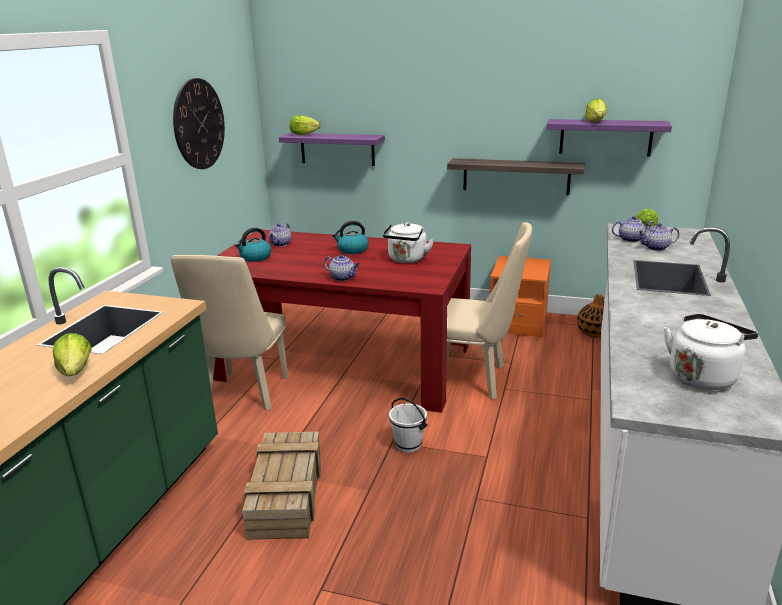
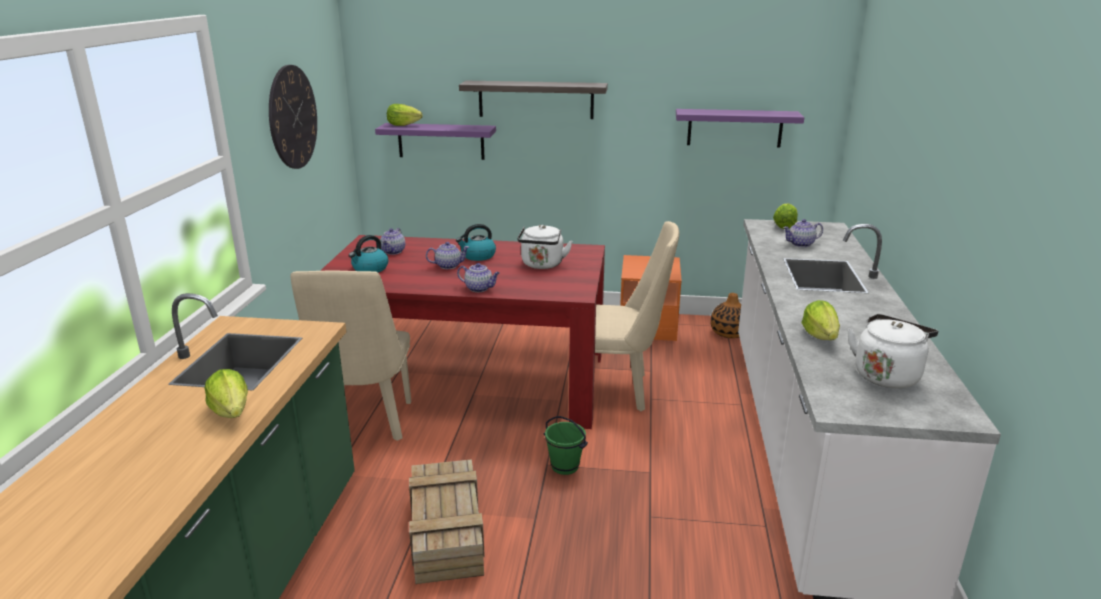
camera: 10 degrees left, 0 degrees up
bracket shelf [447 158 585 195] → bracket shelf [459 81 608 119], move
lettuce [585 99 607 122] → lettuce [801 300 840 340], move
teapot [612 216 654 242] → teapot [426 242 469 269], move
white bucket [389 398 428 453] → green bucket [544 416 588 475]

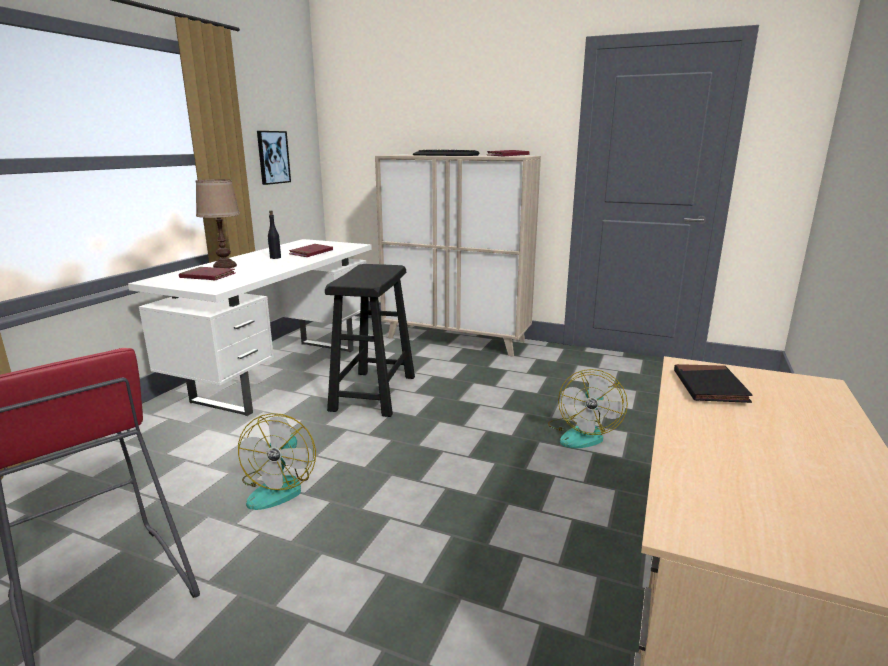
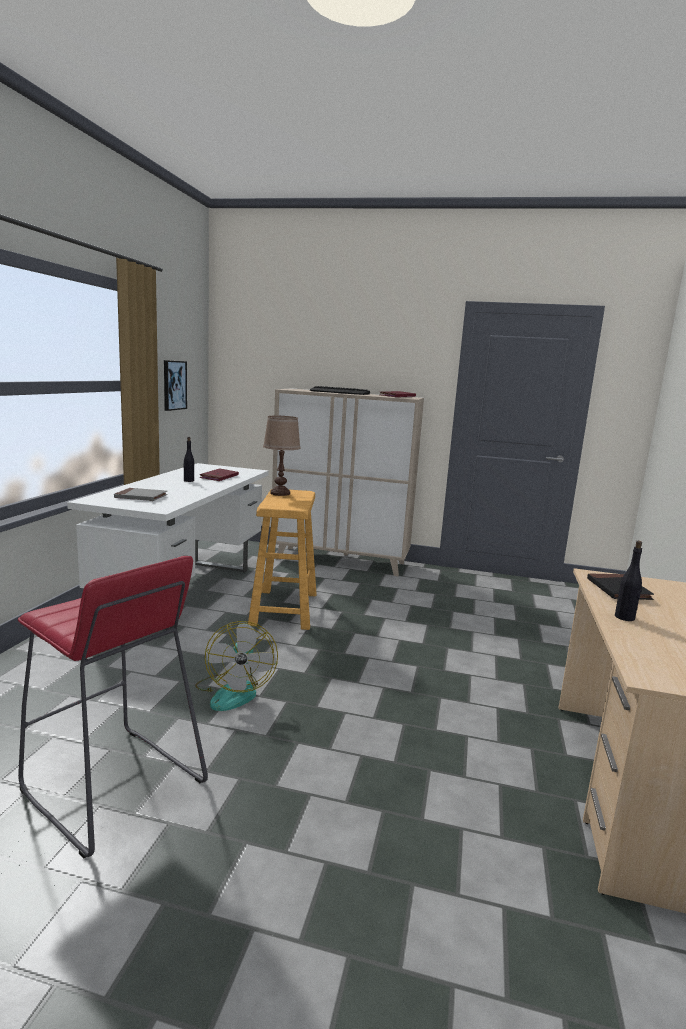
camera: 10 degrees left, 5 degrees down
electric fan [548 369 628 448] → -
- → black drink bottle [615 541 642 621]
brownish tabletop lamp [196 179 240 268] → brownish tabletop lamp [263 416 301 496], move
red-coloured book [179 267 236 281] → gray book [114 488 168 501]
black stool seat [325 264 415 417] → beige stool seat [248 489 317 630]

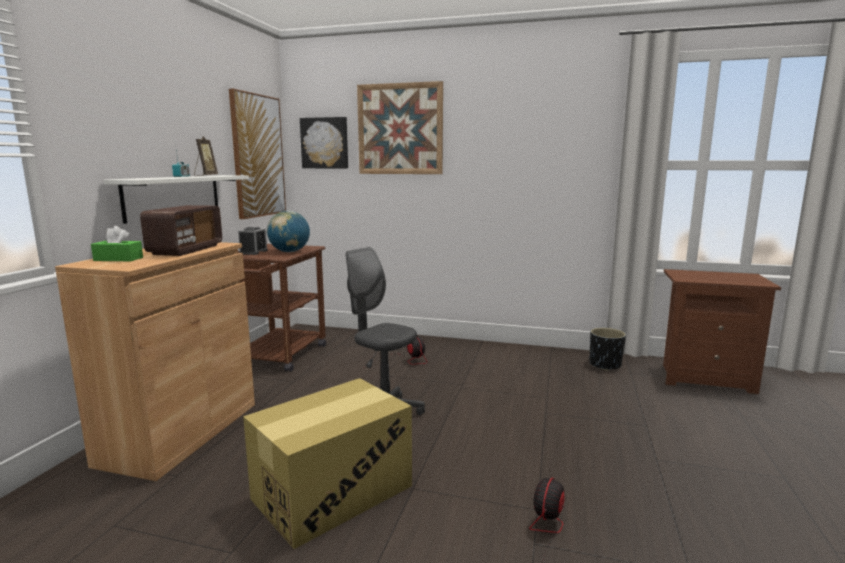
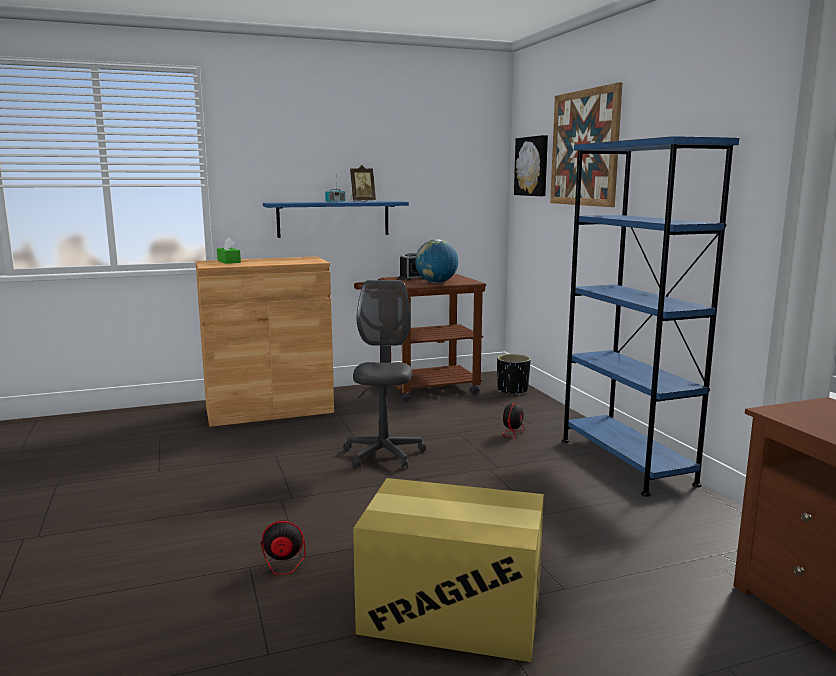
camera: 55 degrees right, 0 degrees up
radio [140 205 222 256] → -
wall picture [229 89 286 219] → -
- → bluish bookcase [562 136 739 497]
carton [243 378 412 549] → carton [353 478 544 662], move
black planter [590 328 626 371] → black planter [497 354 531 395], move
white bracket shelf [103 175 249 224] → bluish bracket shelf [263 201 409 238]

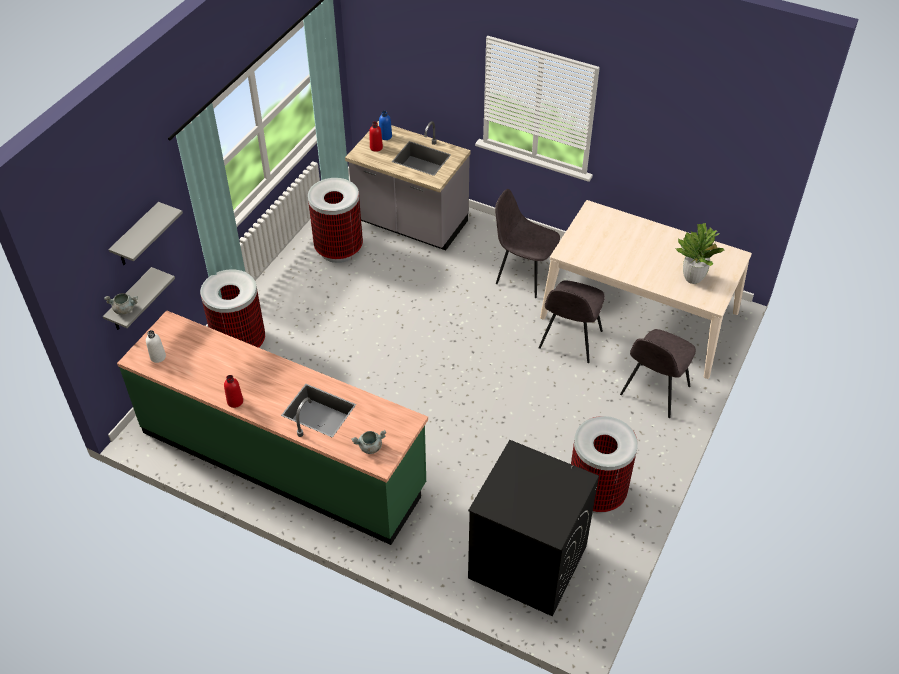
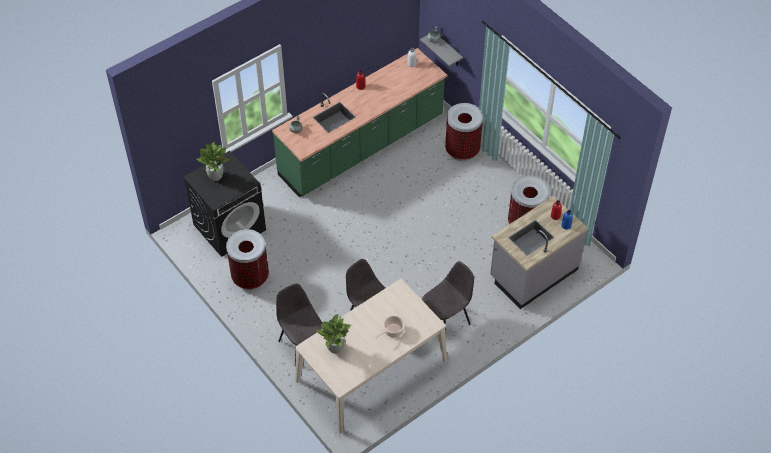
camera: 115 degrees right, 5 degrees up
gray bracket shelf [109 202 183 265] → -
- → potted plant [197 142 229 181]
- → stockpot [375 315 405 338]

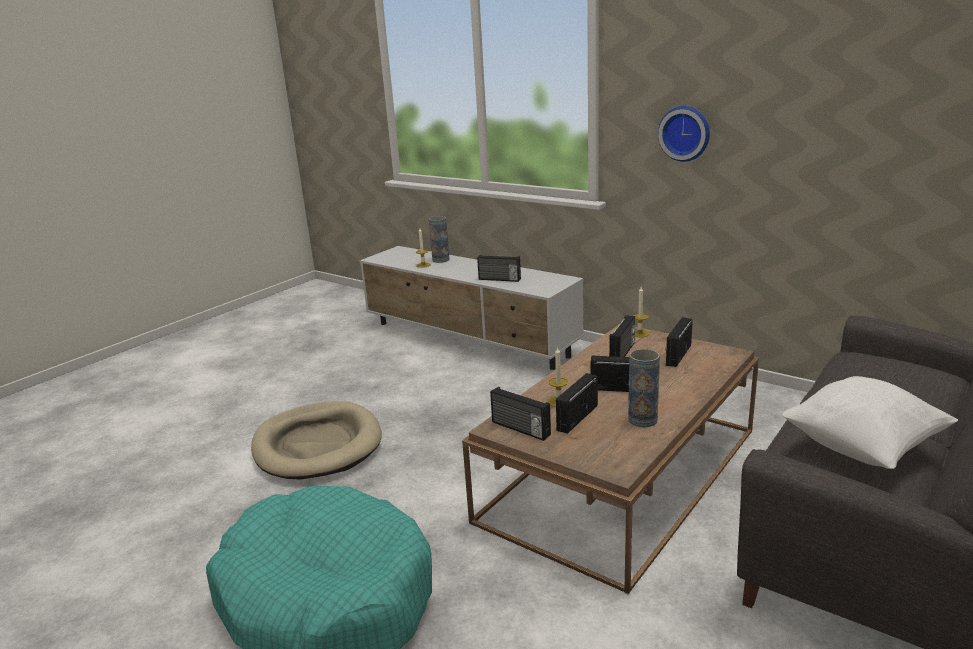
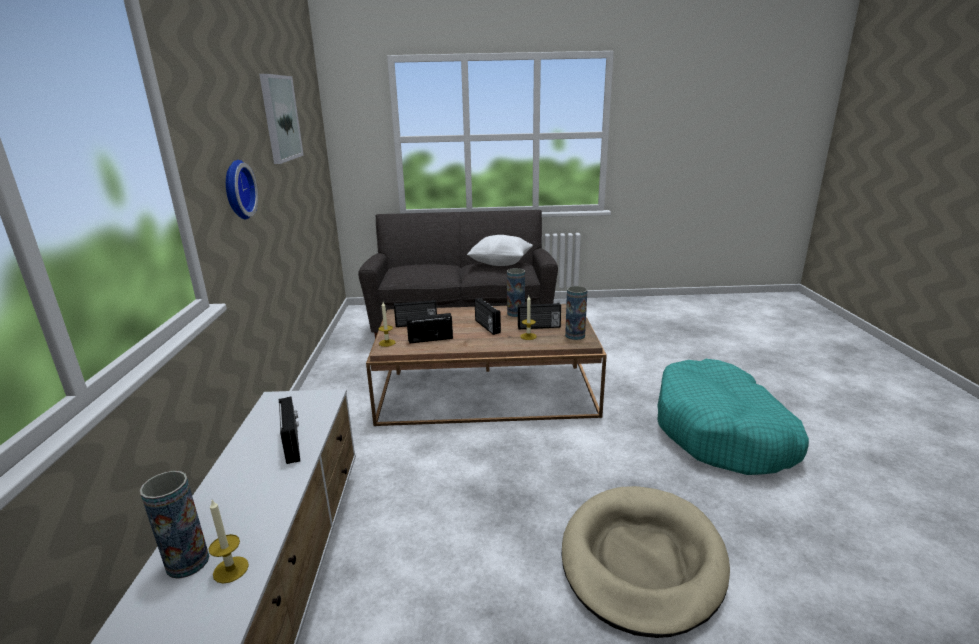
camera: 130 degrees left, 0 degrees up
- → wall picture [259 74 304 164]
radio [490 387 551 441] → vase [565 286 588 340]

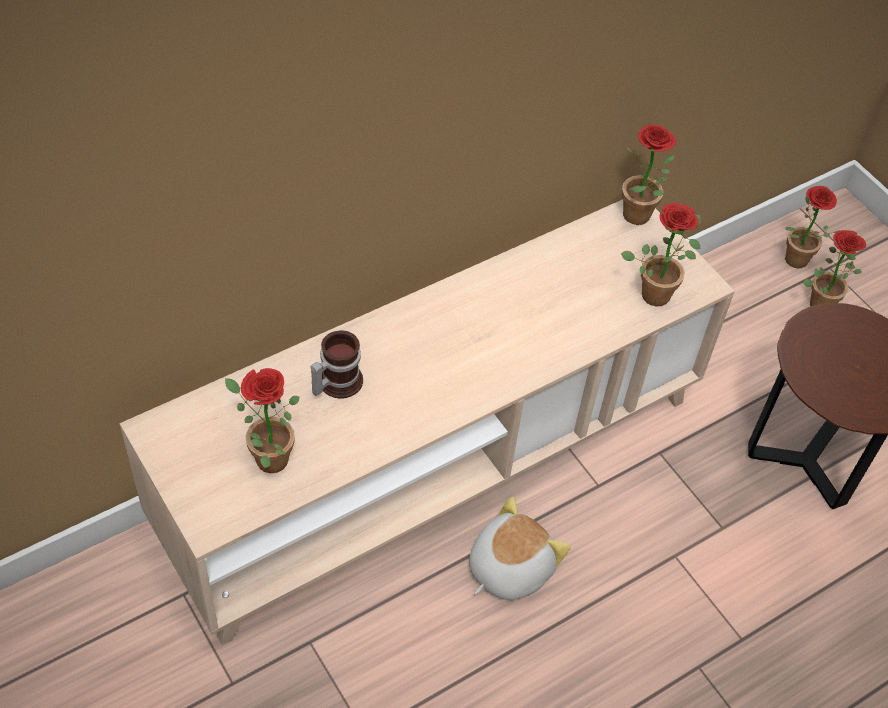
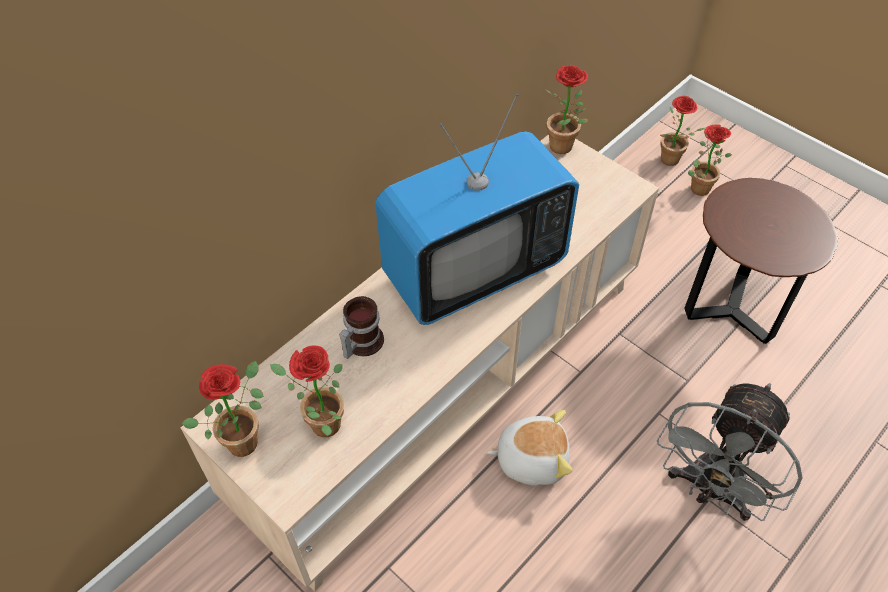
camera: 10 degrees left, 0 degrees up
- → TV set [375 94 579 325]
- → gray electric fan [657 383 803 521]
potted plant [621 203 701 307] → potted plant [181 361 264 457], move
soft toy [469 497 571 600] → soft toy [487 410 573 486], 60 degrees clockwise

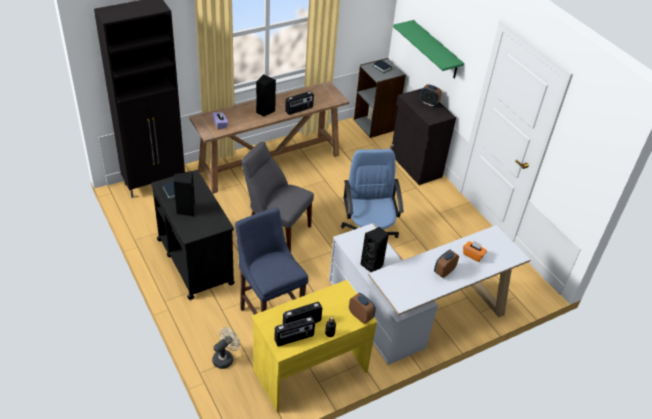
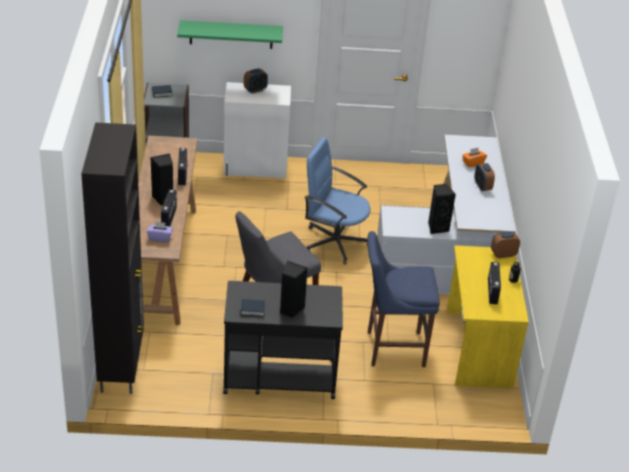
camera: 60 degrees left, 5 degrees down
beige electric fan [212 327 240 369] → -
radio [274 316 315 346] → radio [161 189 177 227], move
black cupboard [390 89 456 185] → white cupboard [224 82 291 178]

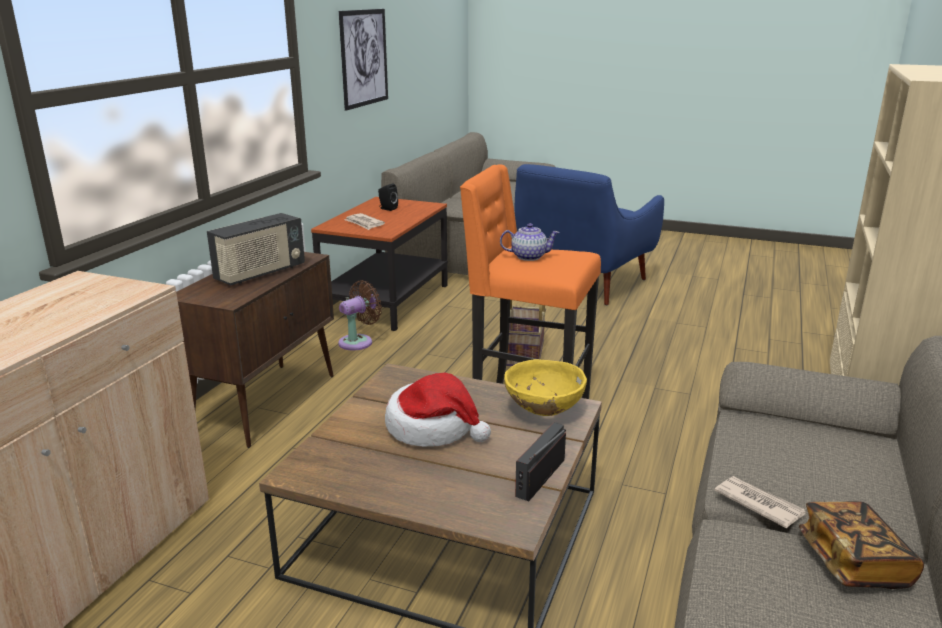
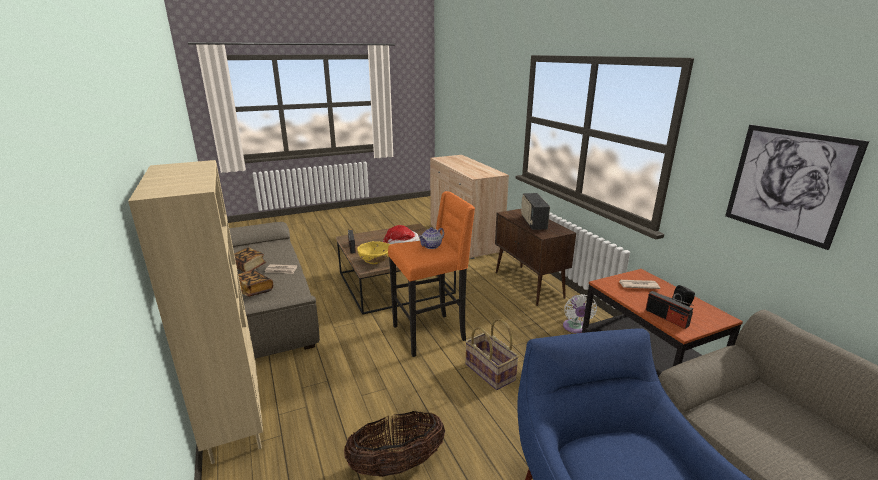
camera: 135 degrees right, 0 degrees up
- → book [238 270 273 297]
- → storage basket [344 411 445 477]
- → radio [646 291 694 329]
brownish electric fan [338 280 382 350] → white electric fan [563 294 597 333]

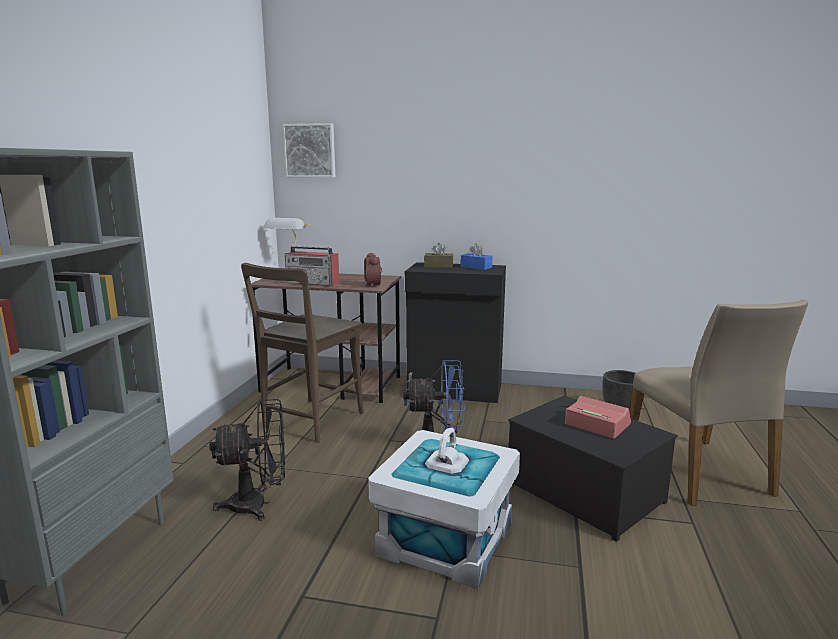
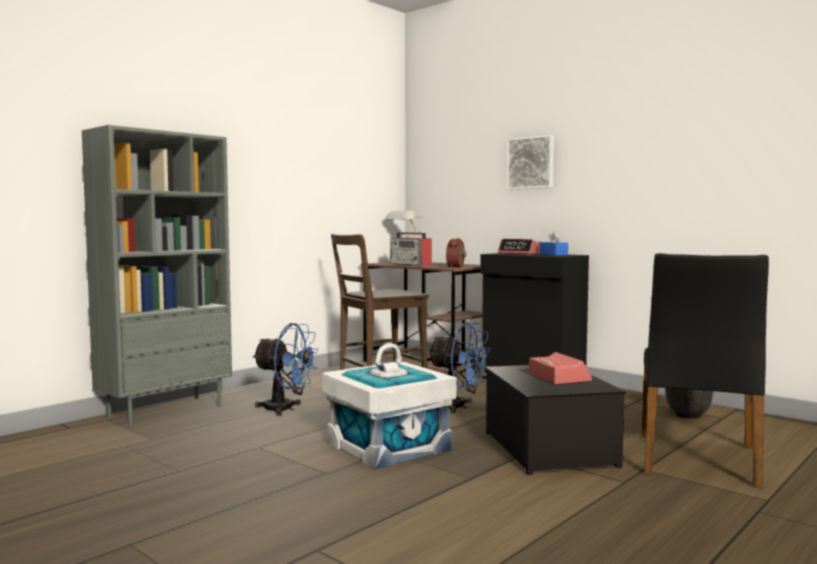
camera: 30 degrees right, 10 degrees down
wall picture [282 123 335 178] → wall picture [506 135 554 190], move
brownish tissue holder [424 243 453 268] → alarm clock [498 239 539 255]
black electric fan [209 399 285 521] → bluish electric fan [252 323 319 416]
beige upright chair [630 300 808 506] → black upright chair [642 253 769 488]

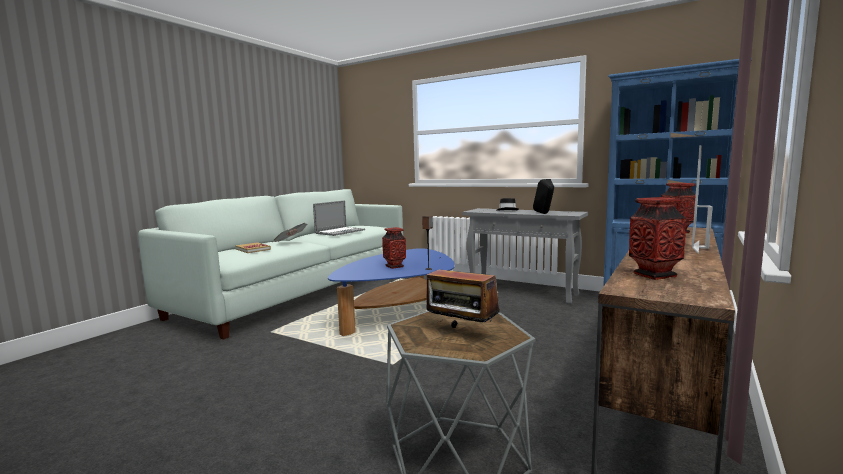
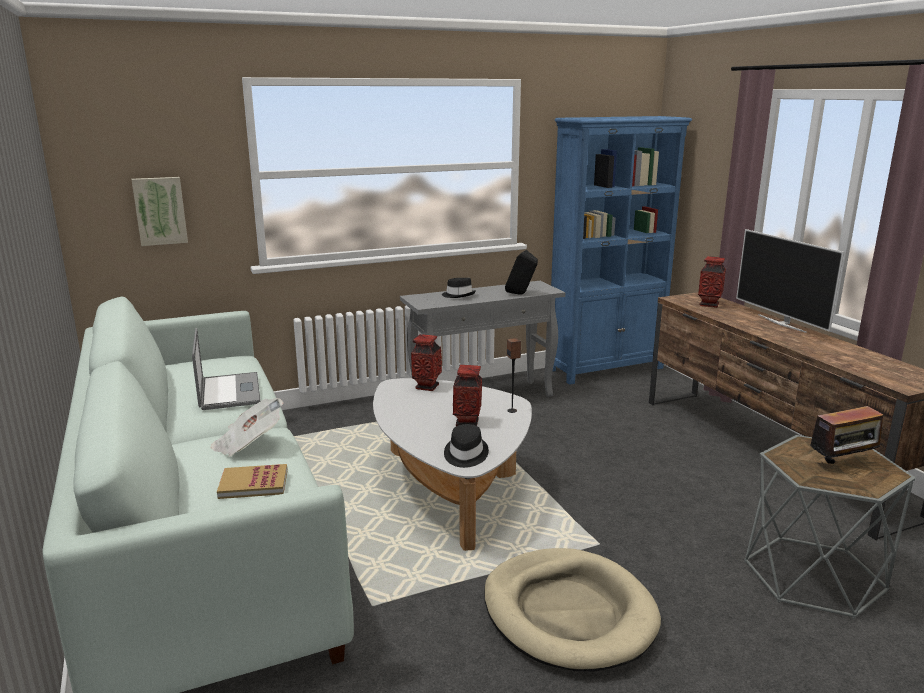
camera: 55 degrees left, 10 degrees up
- → wall picture [132 177 188 246]
- → black wearable hat [444 424 489 468]
- → beige dog bed [484 548 661 671]
vase [629 197 687 280] → vase [411 334 442 391], move
bluish lounge table [328 248 455 336] → white lounge table [373 378 532 551]

